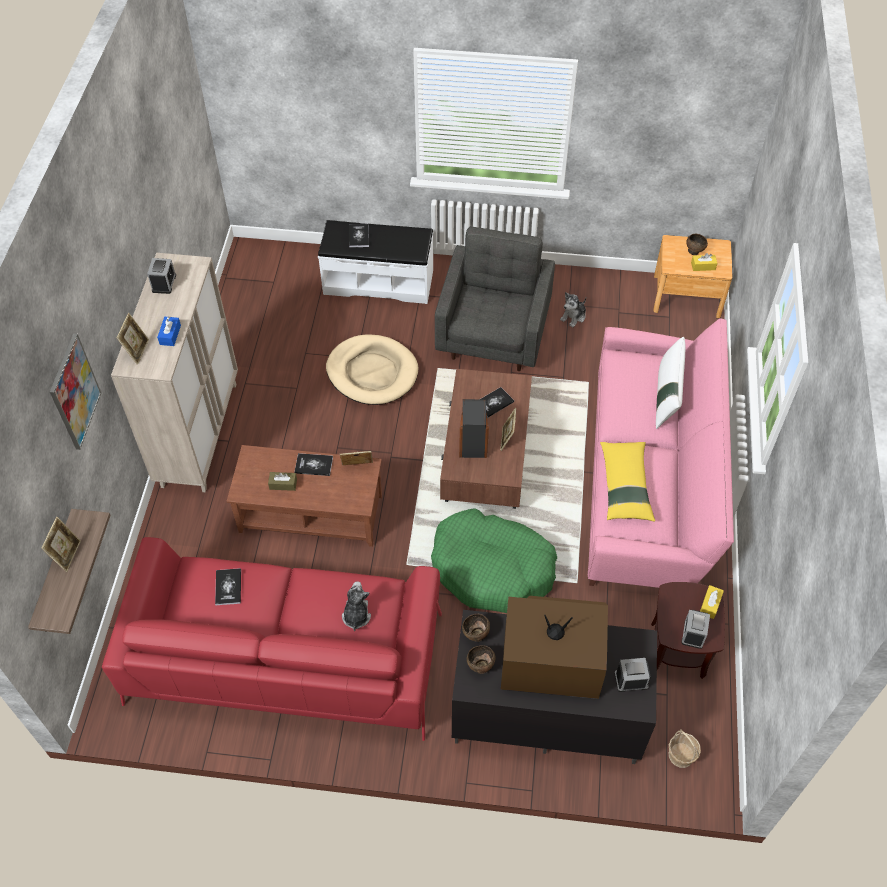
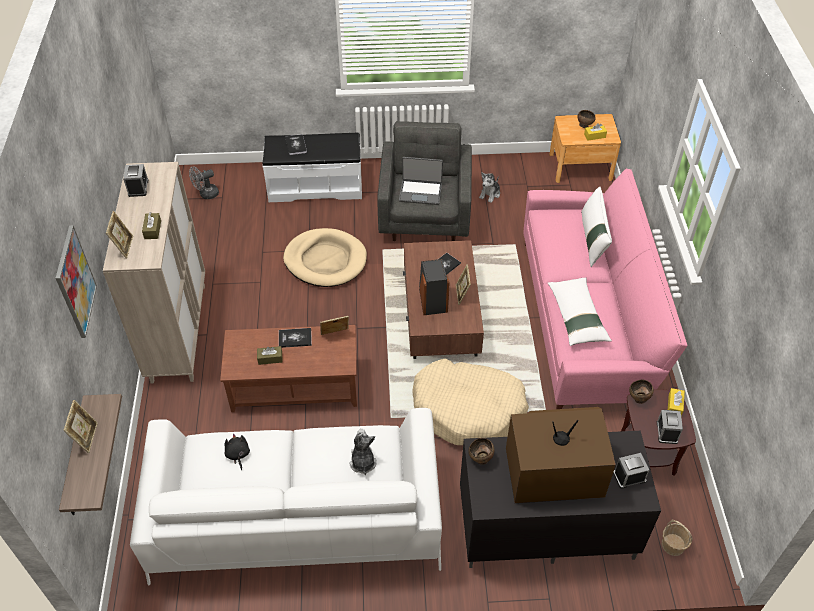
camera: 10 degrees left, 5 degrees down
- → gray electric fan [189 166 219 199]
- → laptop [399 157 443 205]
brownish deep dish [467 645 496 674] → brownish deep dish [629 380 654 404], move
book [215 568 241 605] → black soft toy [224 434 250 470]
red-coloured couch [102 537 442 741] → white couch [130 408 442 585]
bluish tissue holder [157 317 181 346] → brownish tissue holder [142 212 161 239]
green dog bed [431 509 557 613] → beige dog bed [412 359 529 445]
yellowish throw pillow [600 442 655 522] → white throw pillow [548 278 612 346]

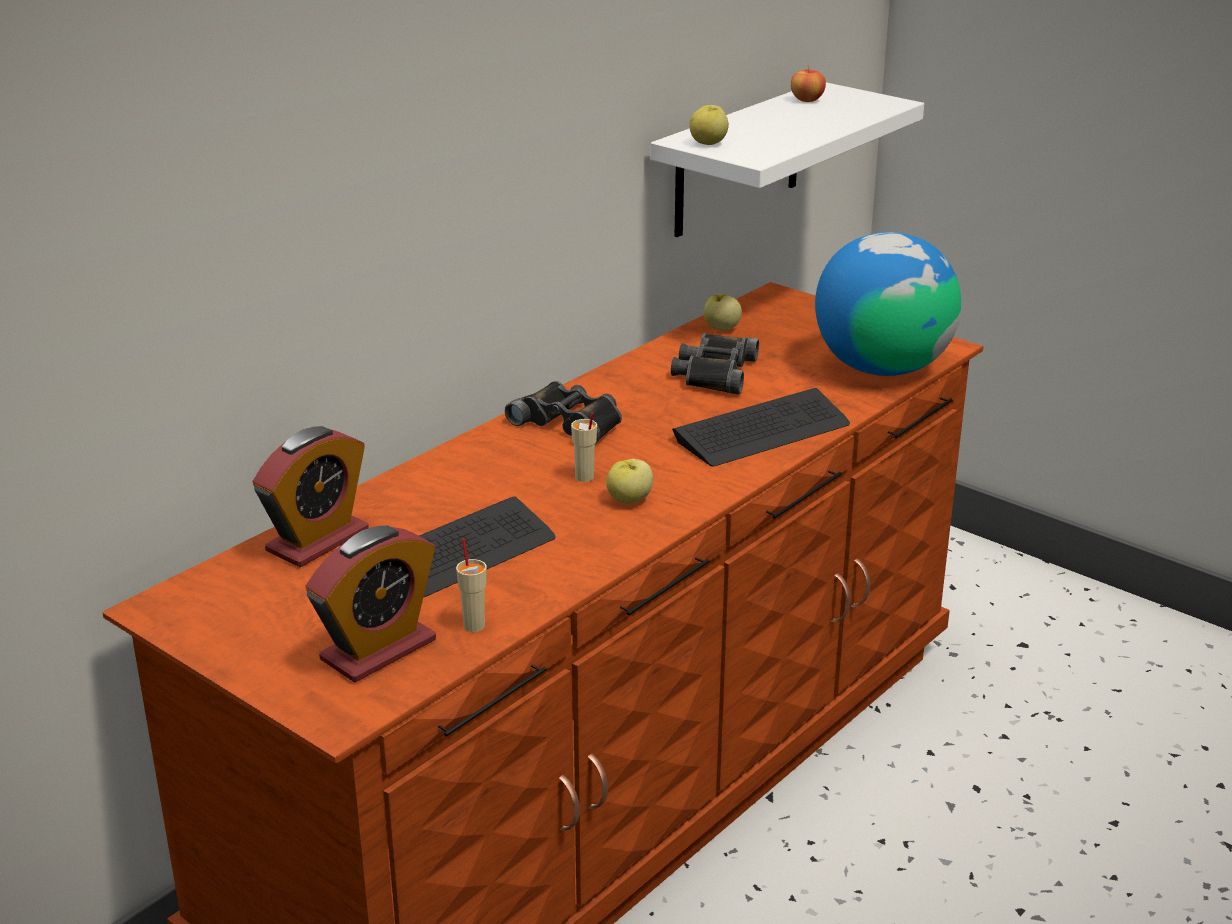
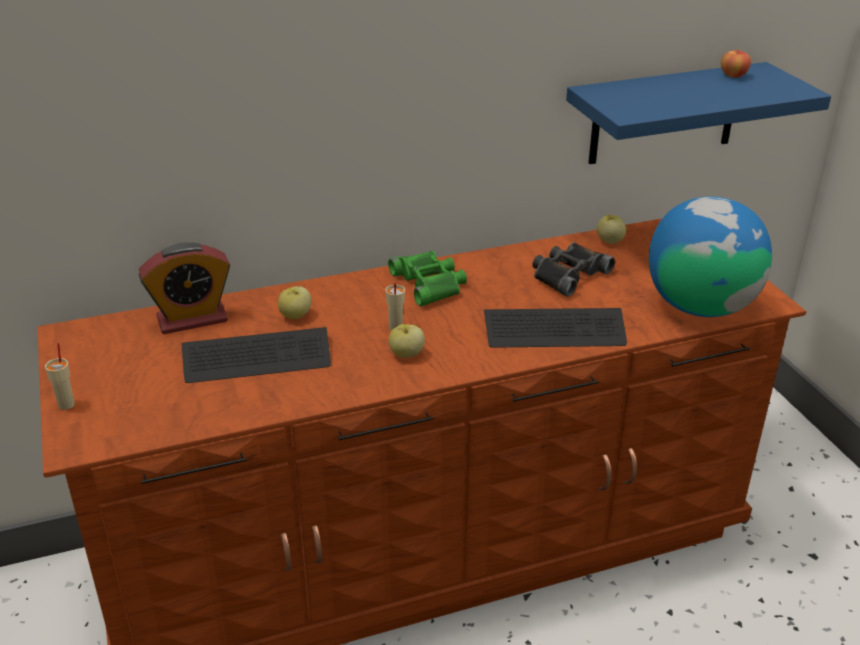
camera: 30 degrees right, 5 degrees up
alarm clock [305 525 436 682] → -
beige cup [456 538 486 632] → beige cup [45 343 75 410], move
apple fruit [689 105 729 145] → apple fruit [278 286 312 319], move
black pair of binoculars [505 381 622 444] → green pair of binoculars [388 251 467 306]
white bracket shelf [651 82 924 237] → bluish bracket shelf [566 62 831 164]

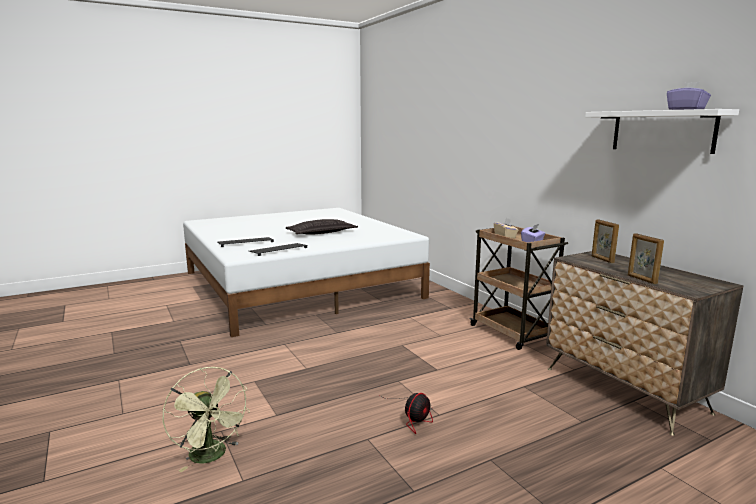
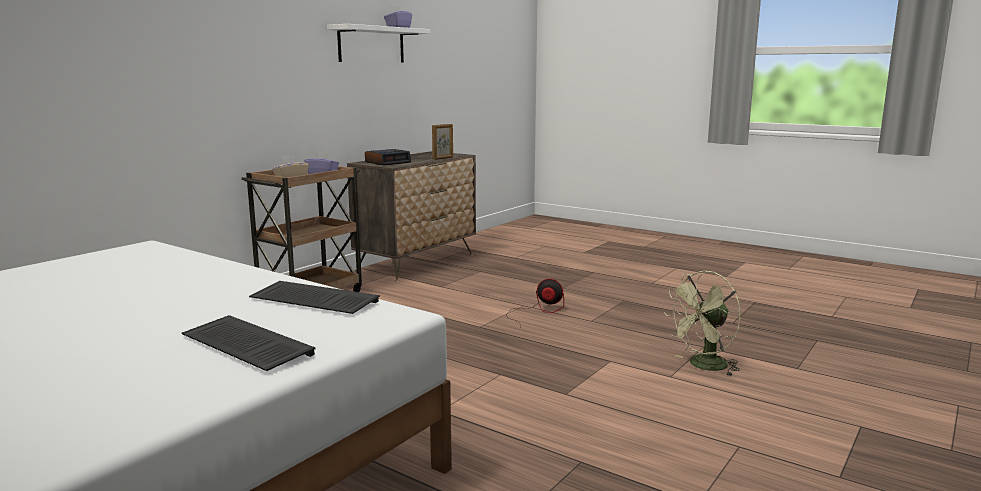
camera: 115 degrees left, 0 degrees up
throw pillow [285 219 358 235] → -
photo frame [592 219 619 263] → alarm clock [365 149 411 165]
green electric fan [163 367 250 472] → green electric fan [664 271 740 376], 150 degrees counterclockwise

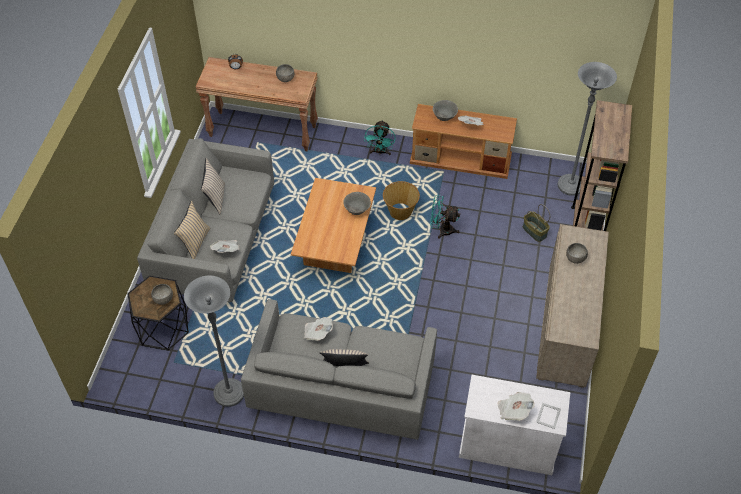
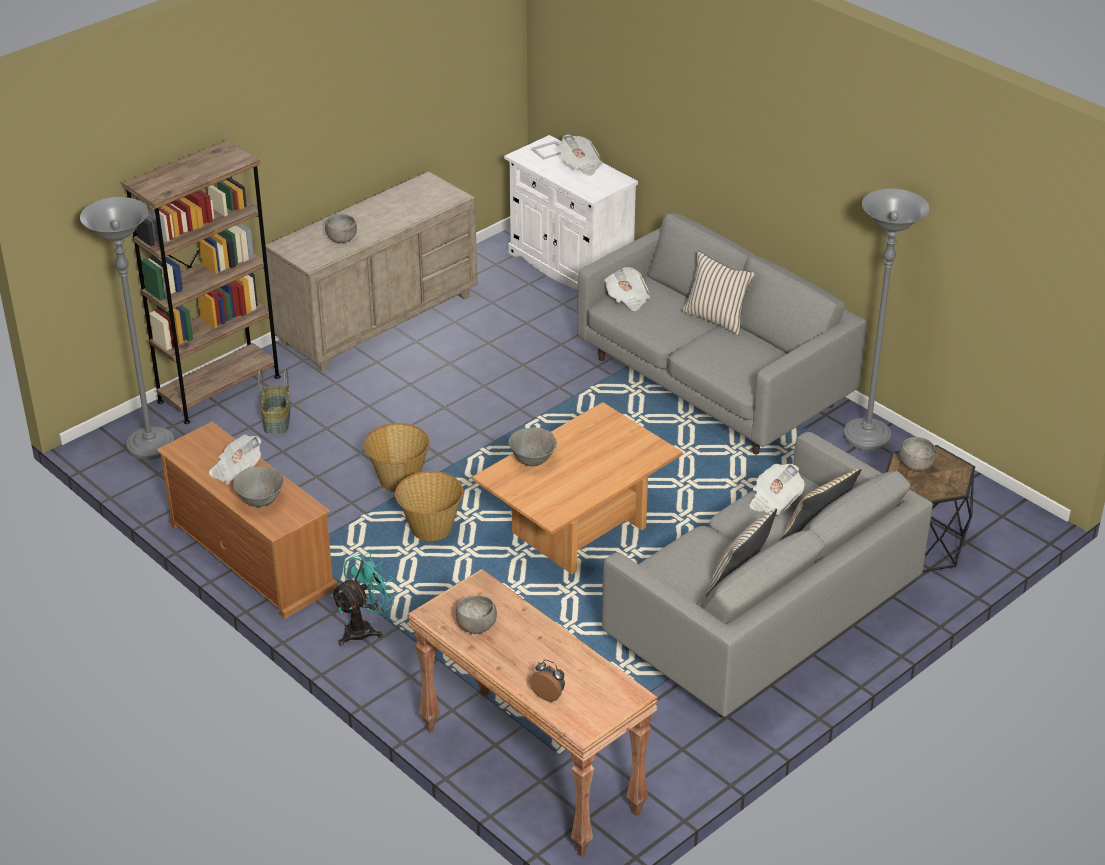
camera: 145 degrees left, 15 degrees down
printed paper [304 317 333 341] → printed paper [605 267 650 311], move
blue-green electric fan [430 195 460 239] → storage basket [363 423 430 492]

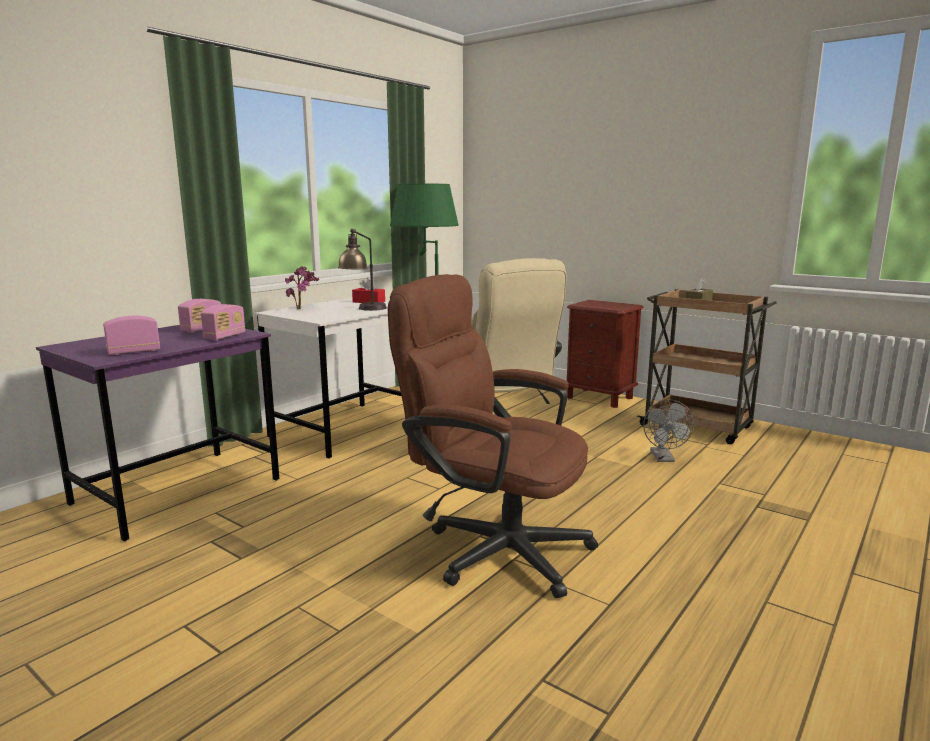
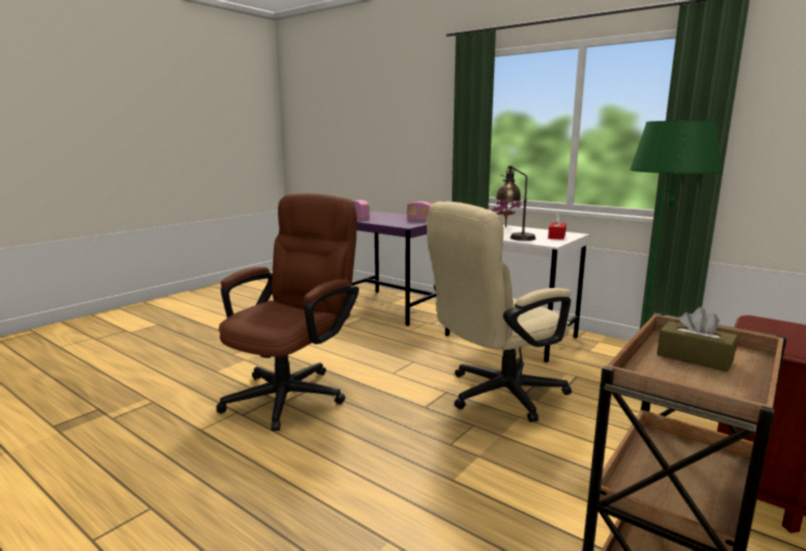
camera: 90 degrees right, 0 degrees up
radio [201 304 245 340] → -
gray electric fan [643 399 694 462] → -

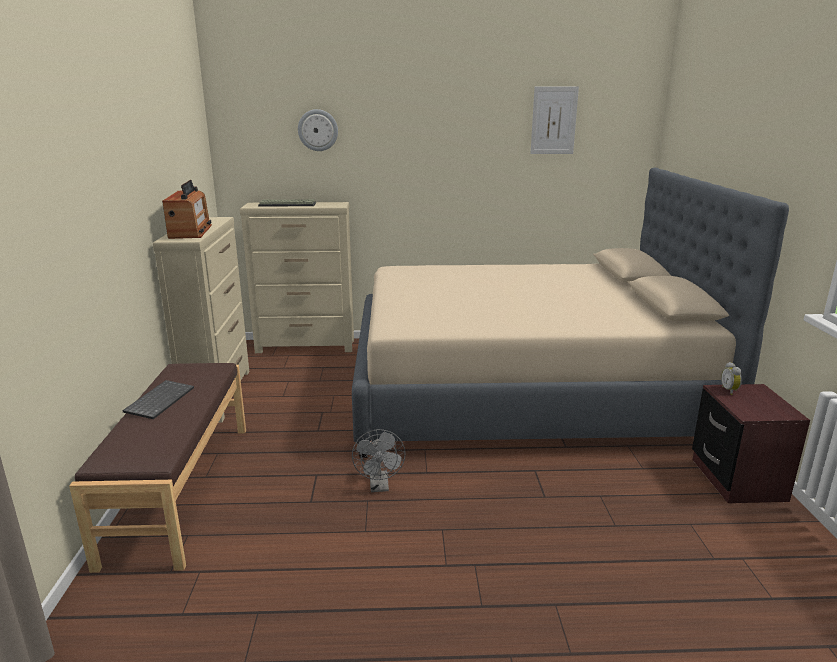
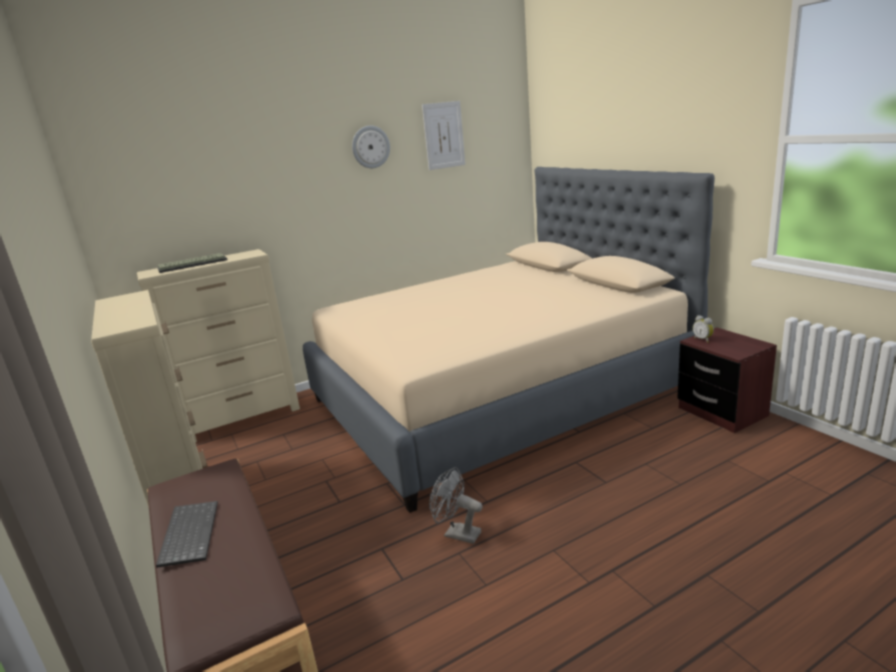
camera: 25 degrees left, 0 degrees up
radio [162 180 212 239] → -
clock on the wall [298 109 338 151] → clock on the wall [352 126 390 168], move
gray electric fan [352 429 406 492] → gray electric fan [429 467 482 544], 150 degrees clockwise

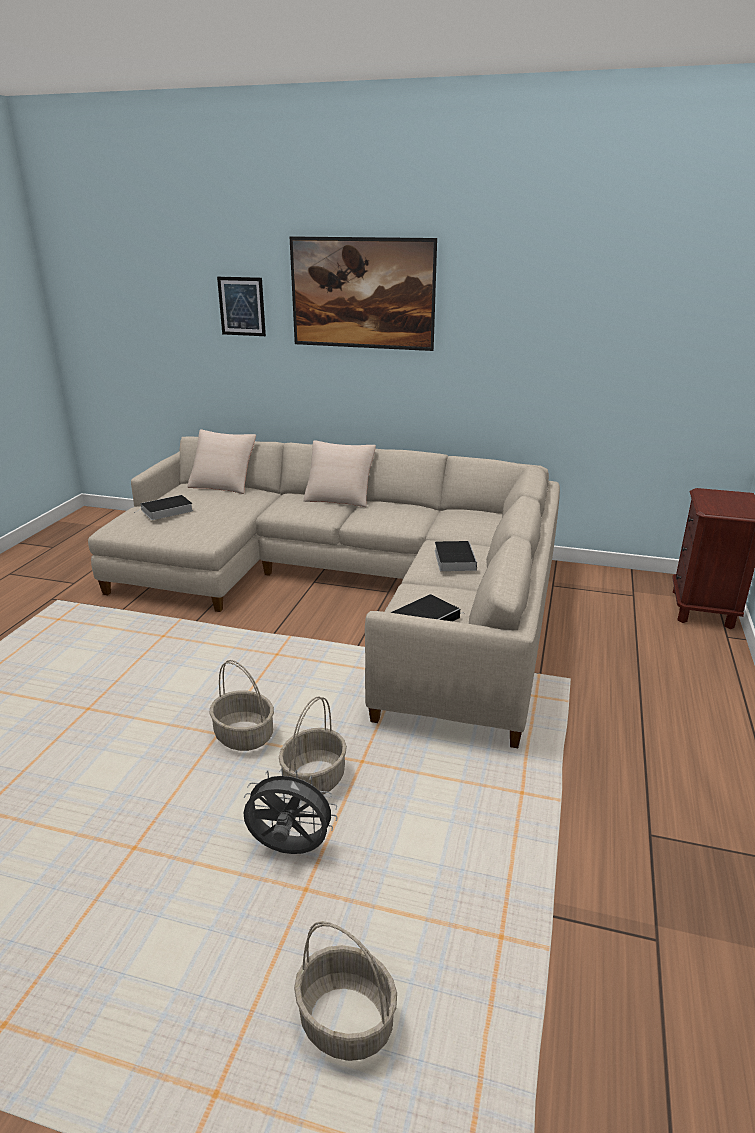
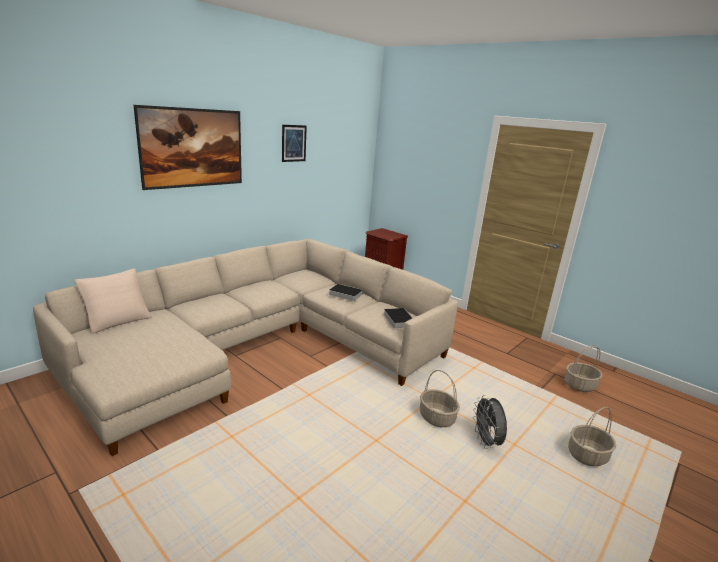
camera: 65 degrees left, 5 degrees down
book [134 495 193 520] → -
beige throw pillow [304 440 376 507] → -
storage basket [209 660 274 751] → storage basket [564 345 602 392], move
wall picture [217 277 266 336] → wall picture [282 125 307 162], move
gray electric fan [244 768 338 854] → gray electric fan [473 395 507 449], 45 degrees counterclockwise

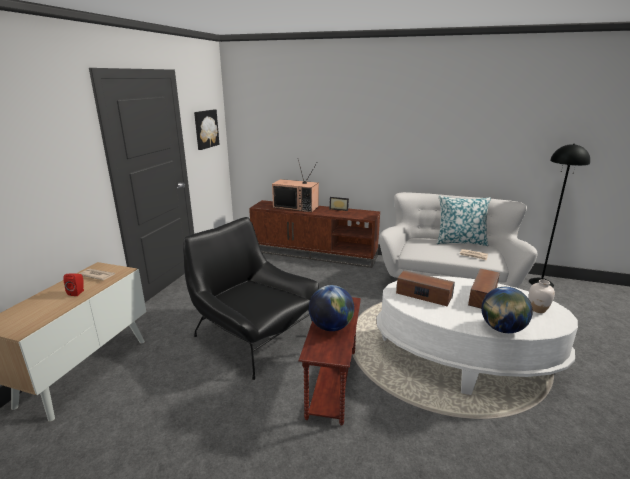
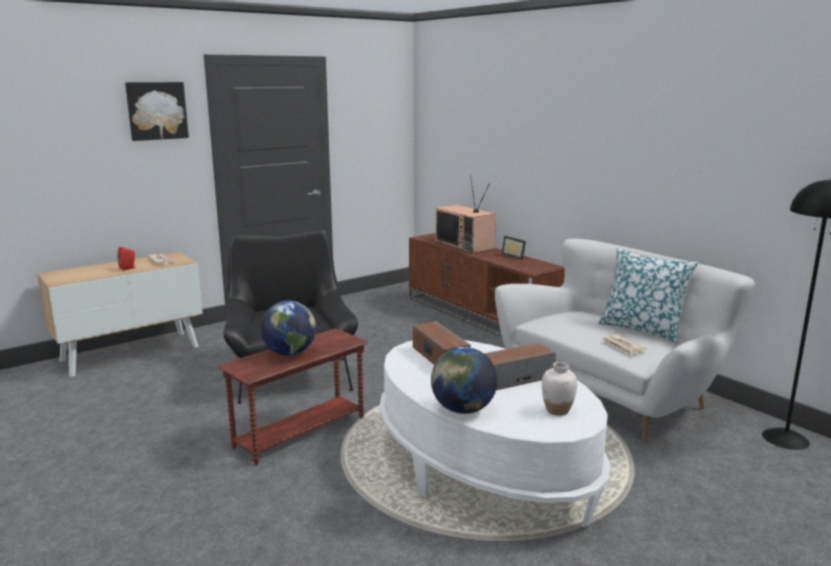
camera: 35 degrees right, 5 degrees down
wall picture [194 109 220 150] → wall picture [125 82 189 141], move

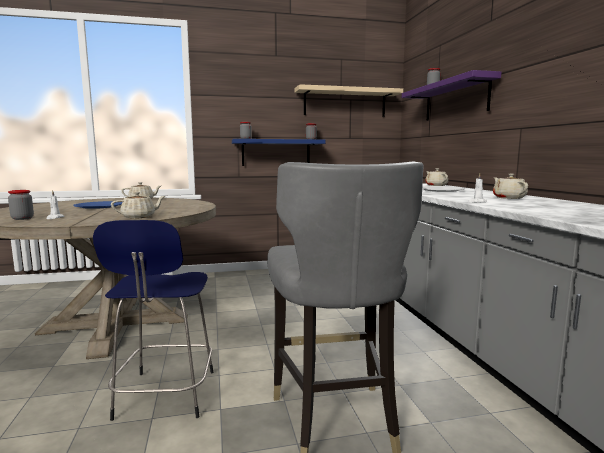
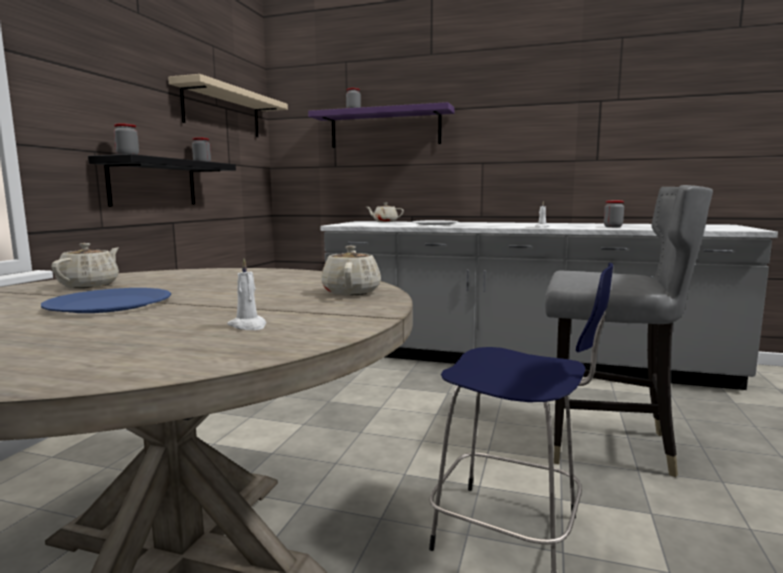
camera: 60 degrees left, 0 degrees up
beige teapot [493 173 528 199] → -
storage jar [8 190 34 220] → storage jar [604 200 624 227], move
bluish bracket shelf [232 139 325 166] → black bracket shelf [88 154 236 207]

